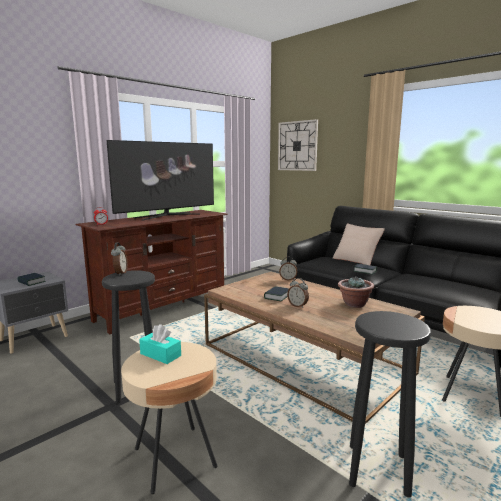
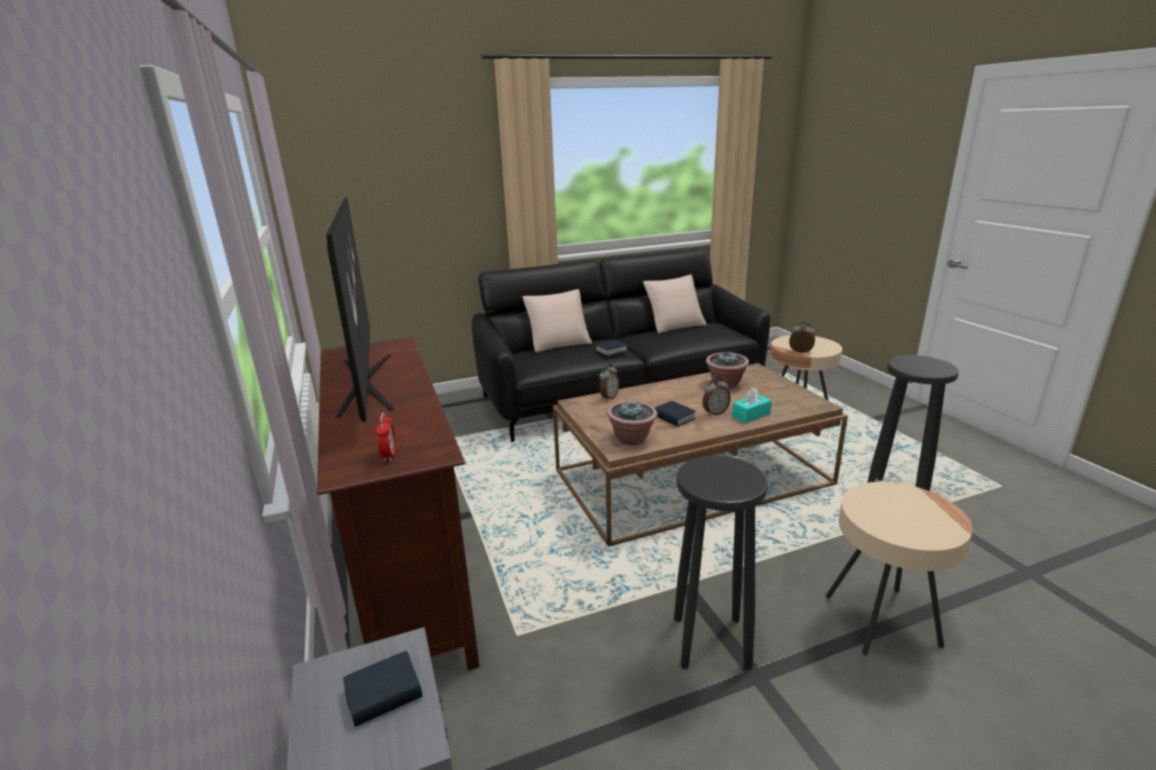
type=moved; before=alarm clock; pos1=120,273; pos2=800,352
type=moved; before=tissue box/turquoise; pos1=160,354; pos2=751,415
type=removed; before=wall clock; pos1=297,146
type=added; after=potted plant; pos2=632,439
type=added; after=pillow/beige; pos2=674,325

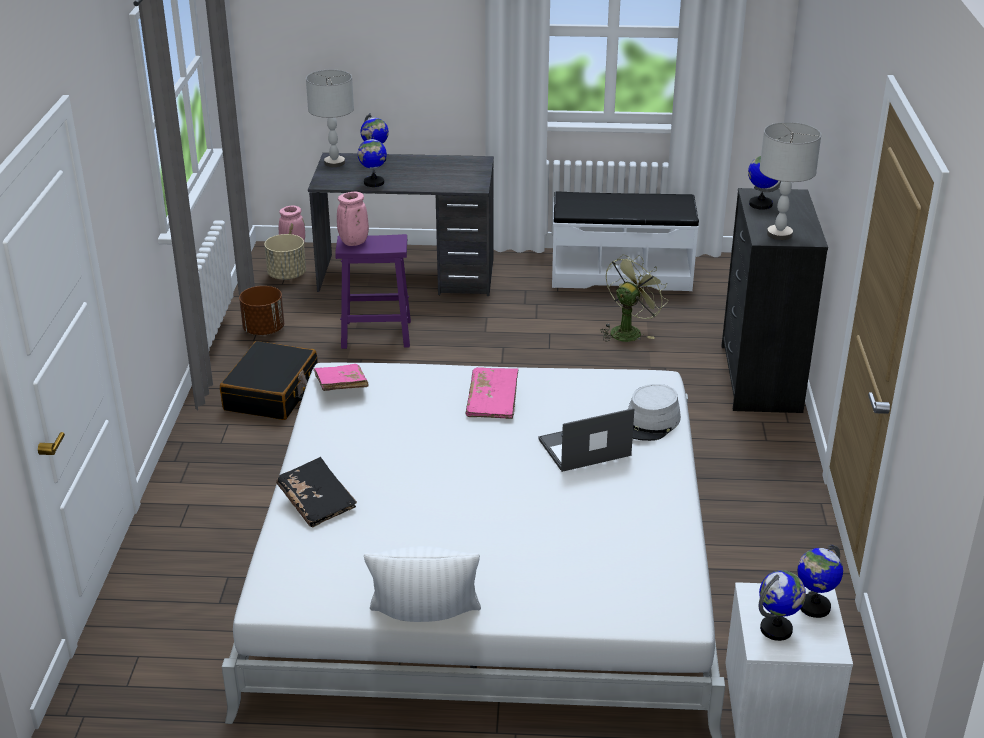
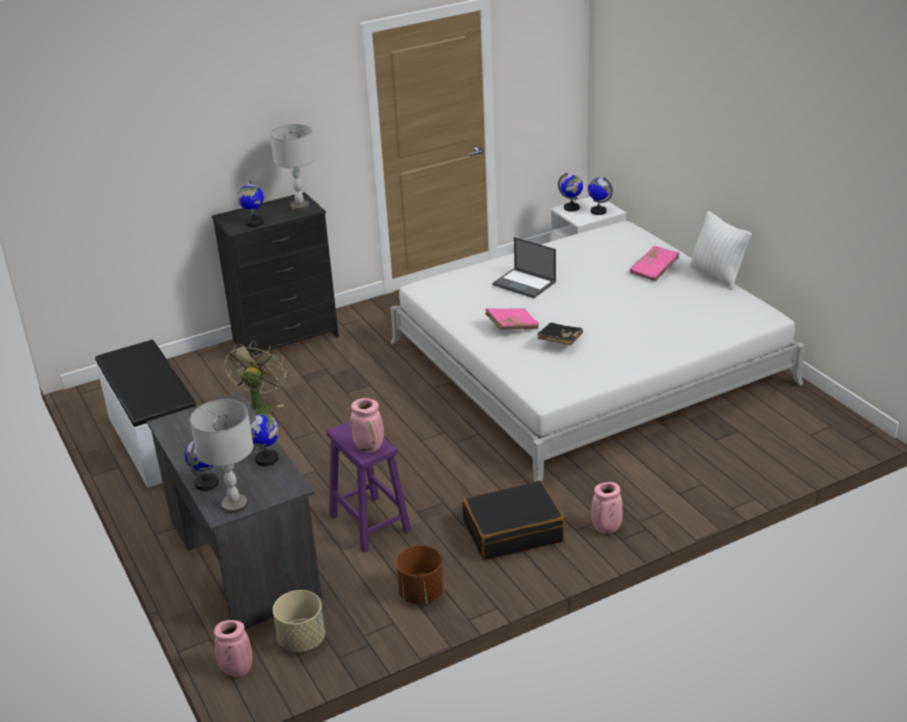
type=moved; before=book/black; pos1=317,502; pos2=560,341
type=moved; before=book/pink; pos1=341,387; pos2=654,270
type=turned; before=fan/green; pos1=628,331; pos2=258,406; turn=90
type=removed; before=hat/grey; pos1=649,422
type=added; after=vase/pink; pos2=606,529

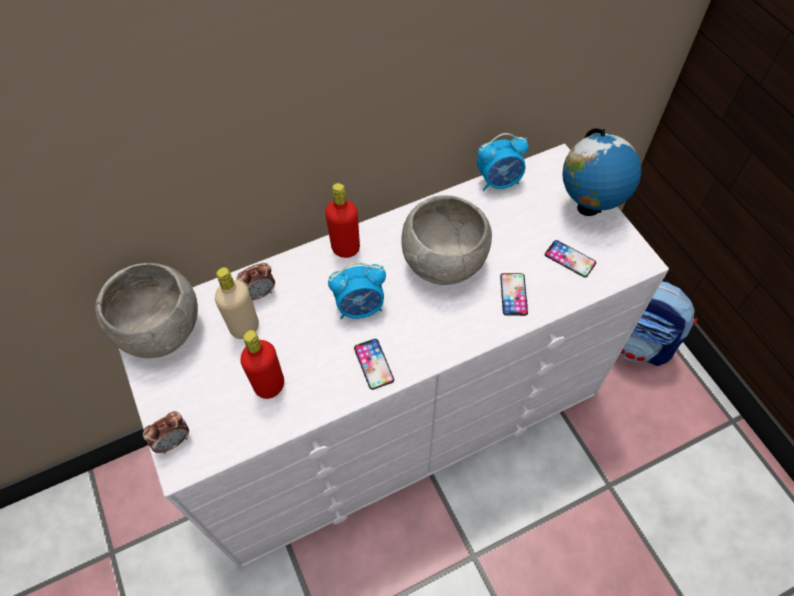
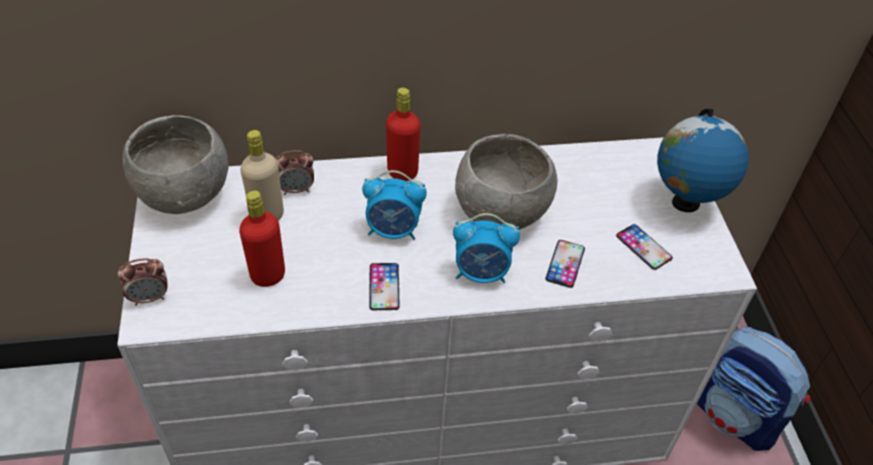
type=moved; before=alarm clock; pos1=499,181; pos2=482,273

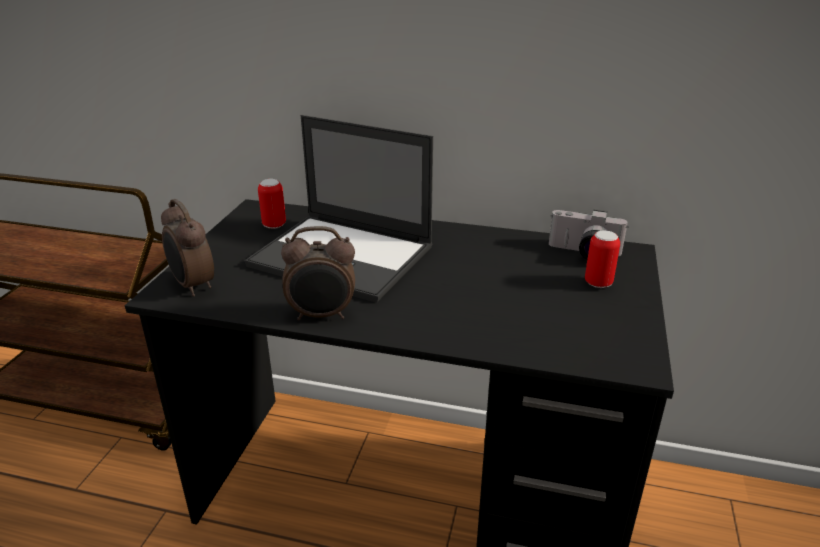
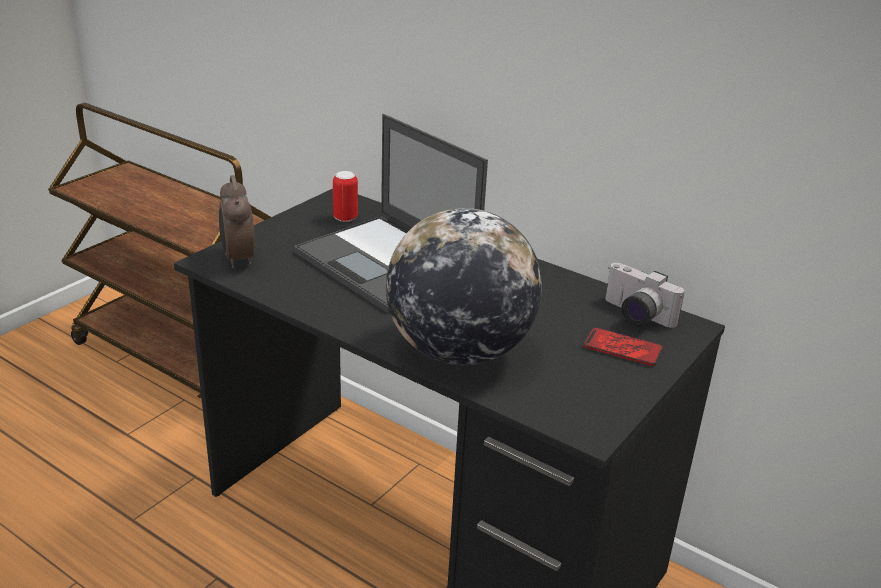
type=removed; before=alarm clock; pos1=322,315
type=replaced; before=can; after=phone; pos1=598,283; pos2=622,348
type=added; after=globe; pos2=459,351

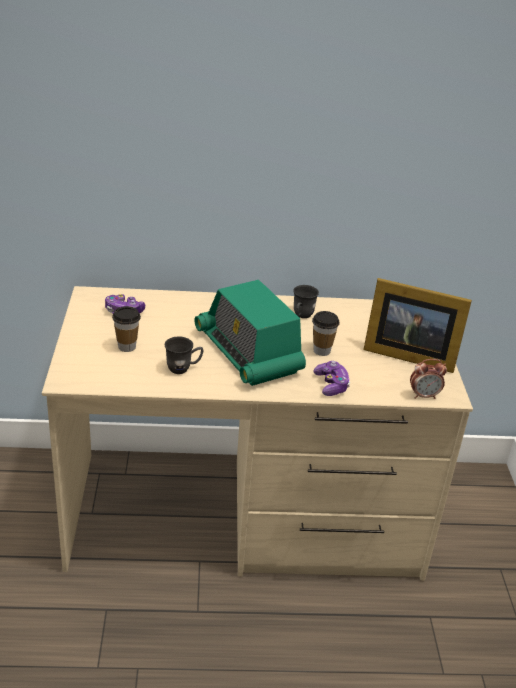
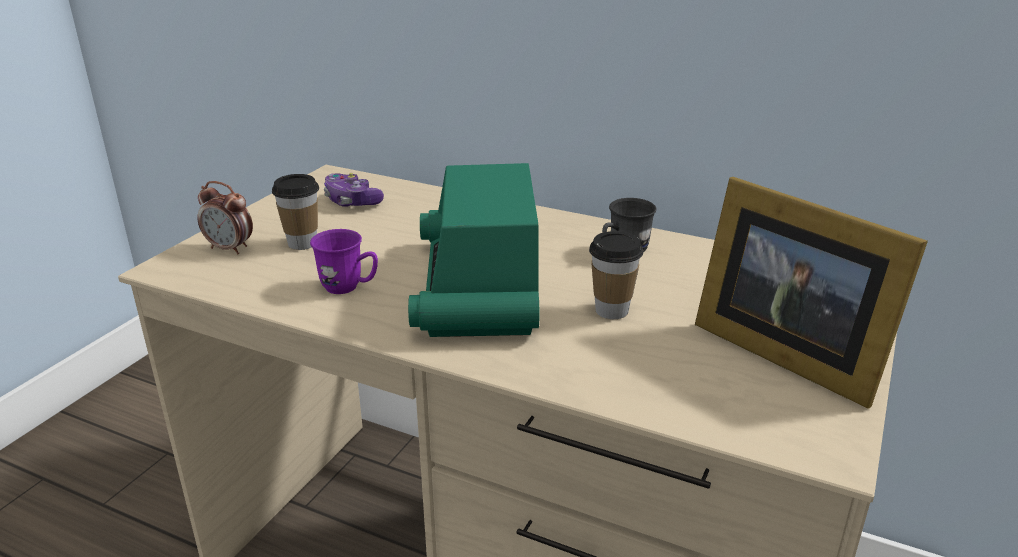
type=recoloured; before=mug/grey; after=mug/purple; pos1=183,368; pos2=349,287
type=removed; before=game controller; pos1=331,385
type=moved; before=alarm clock; pos1=424,396; pos2=230,248

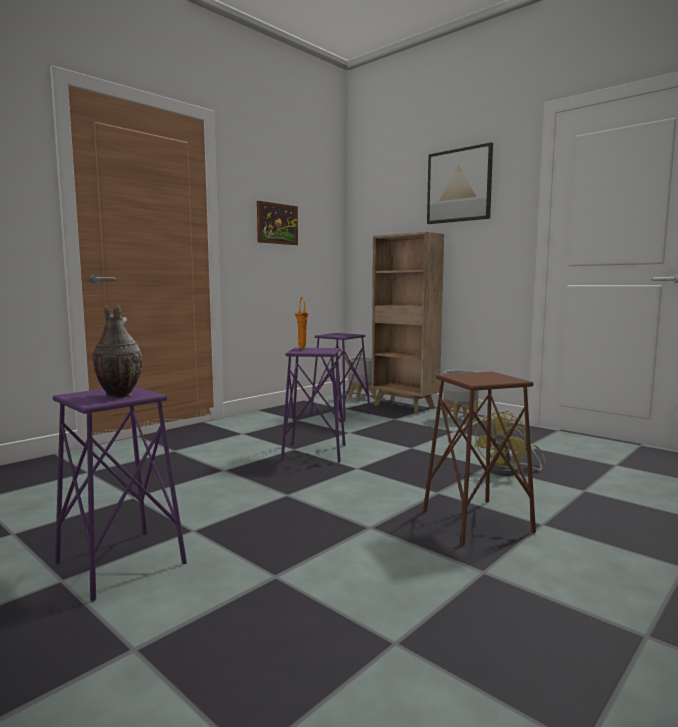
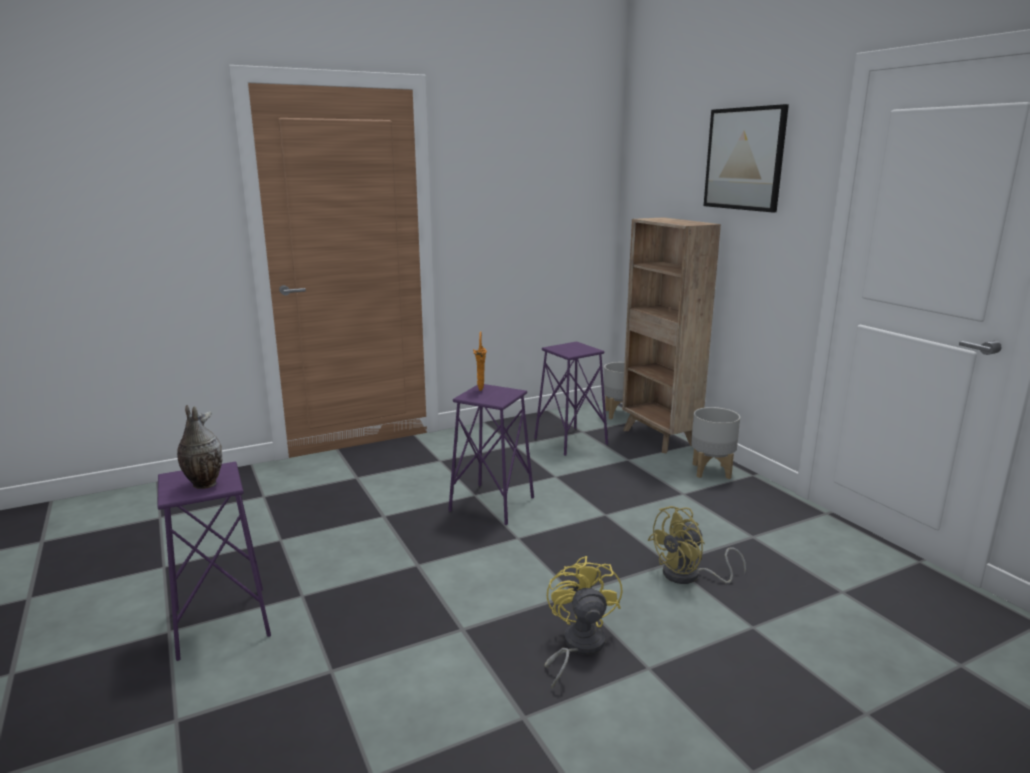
type=removed; before=picture; pos1=277,223
type=replaced; before=stool/brown; after=fan/yellow; pos1=476,521; pos2=578,646

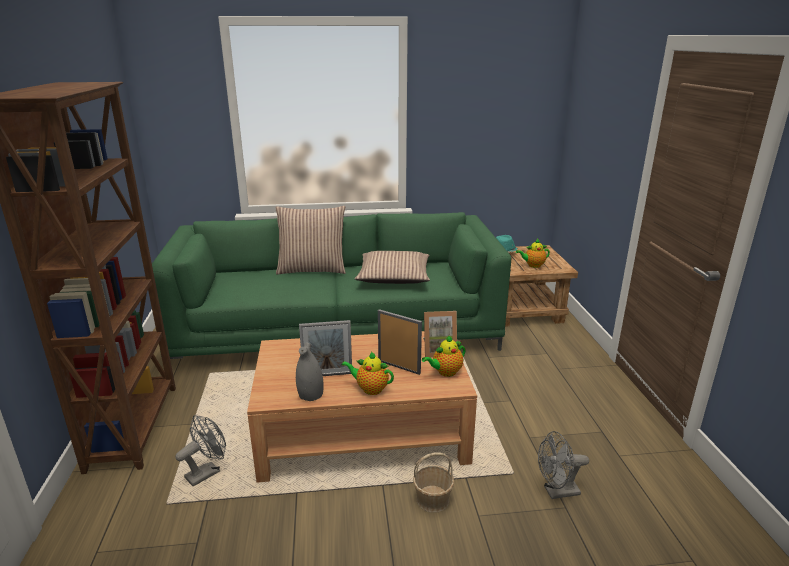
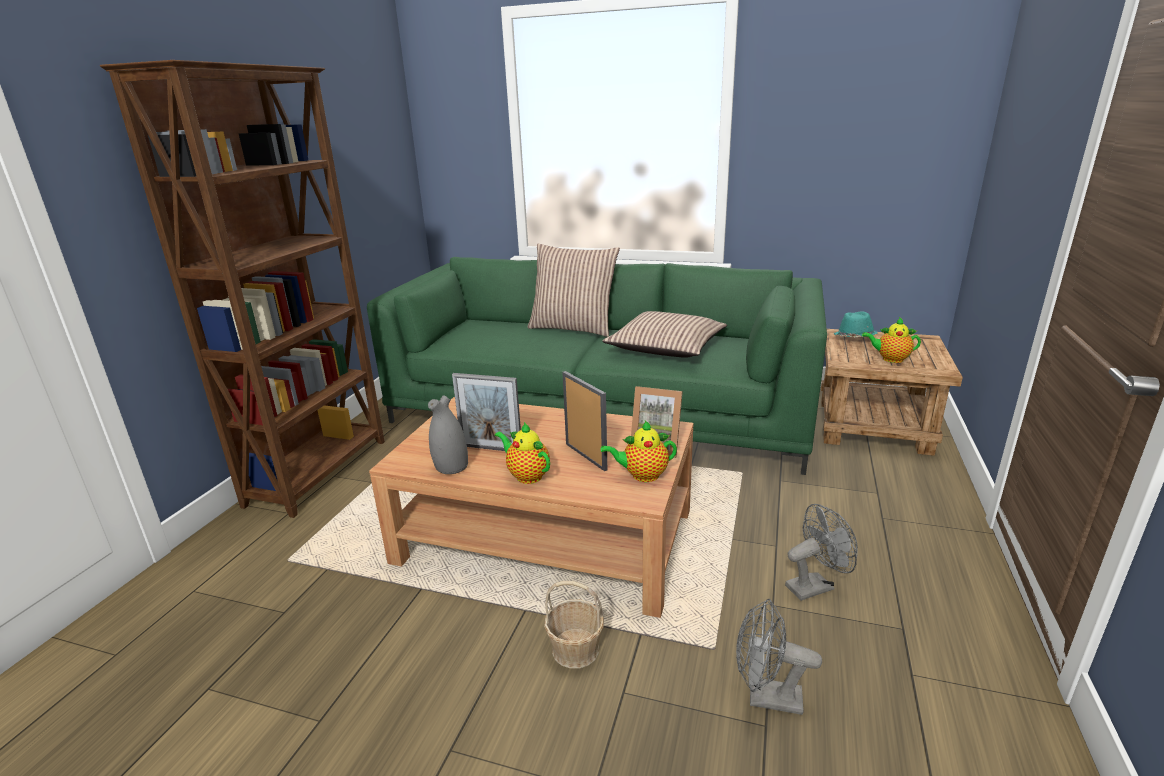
type=moved; before=fan/grey; pos1=207,472; pos2=815,585

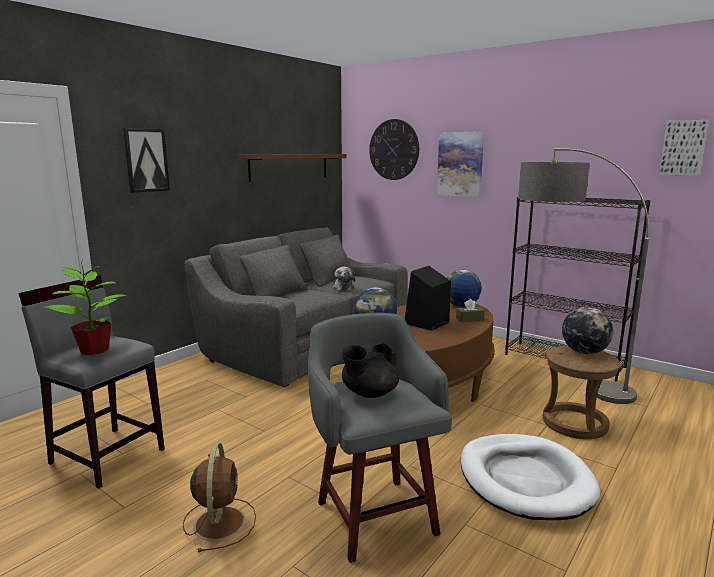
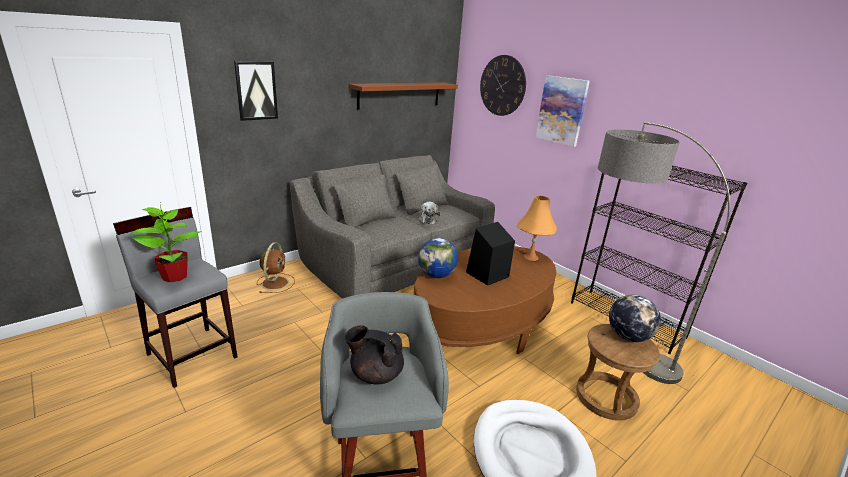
type=moved; before=fan/brown; pos1=220,521; pos2=275,282
type=turned; before=teapot/black; pos1=369,393; pos2=375,374; turn=45
type=replaced; before=globe; after=table lamp/orange; pos1=461,306; pos2=530,257
type=removed; before=tissue box/brown; pos1=469,319
type=removed; before=picture; pos1=683,148

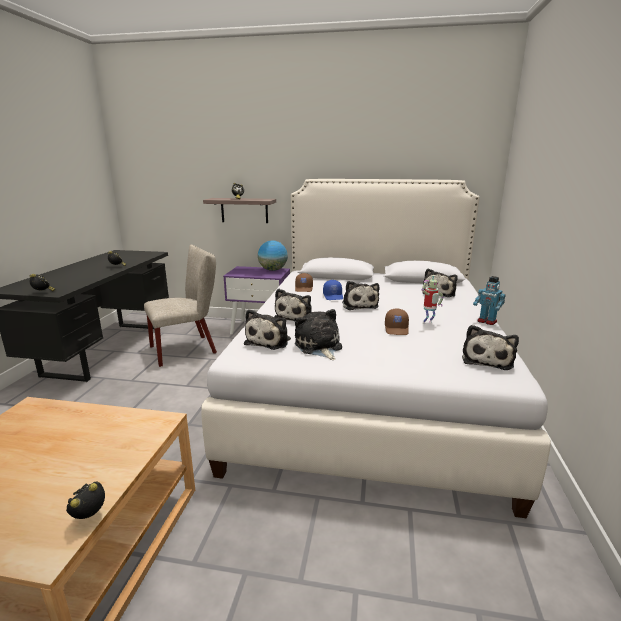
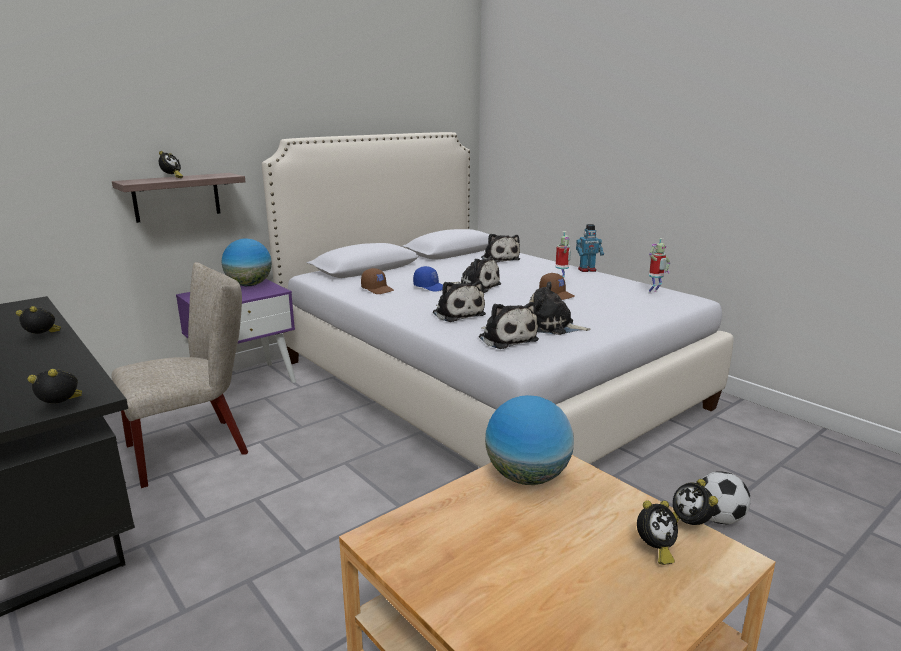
type=turned; before=chair/beige; pos1=187,349; pos2=195,447; turn=45
type=replaced; before=plush toy; after=toy robot; pos1=487,359; pos2=654,293
type=added; after=globe; pos2=527,477
type=added; after=alarm clock; pos2=654,550
type=added; after=football; pos2=718,518

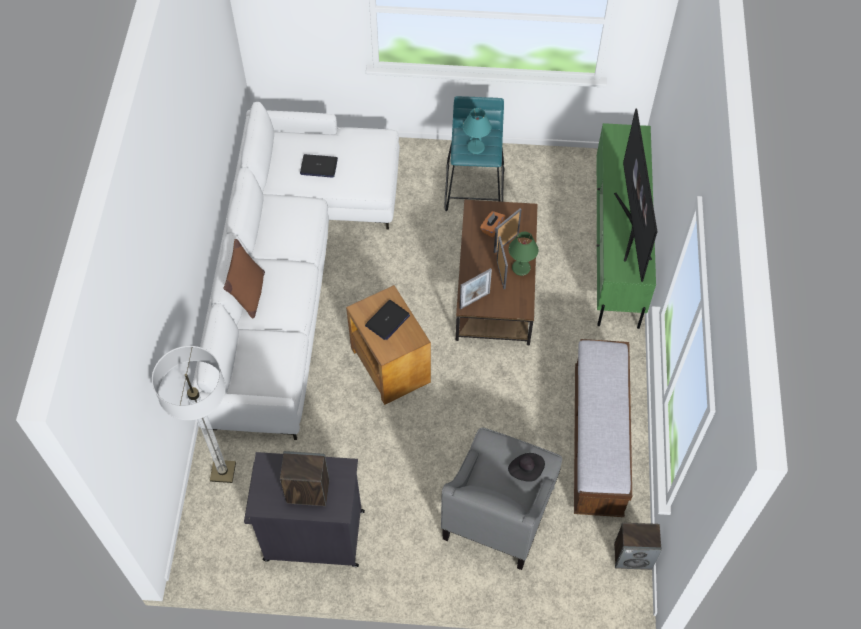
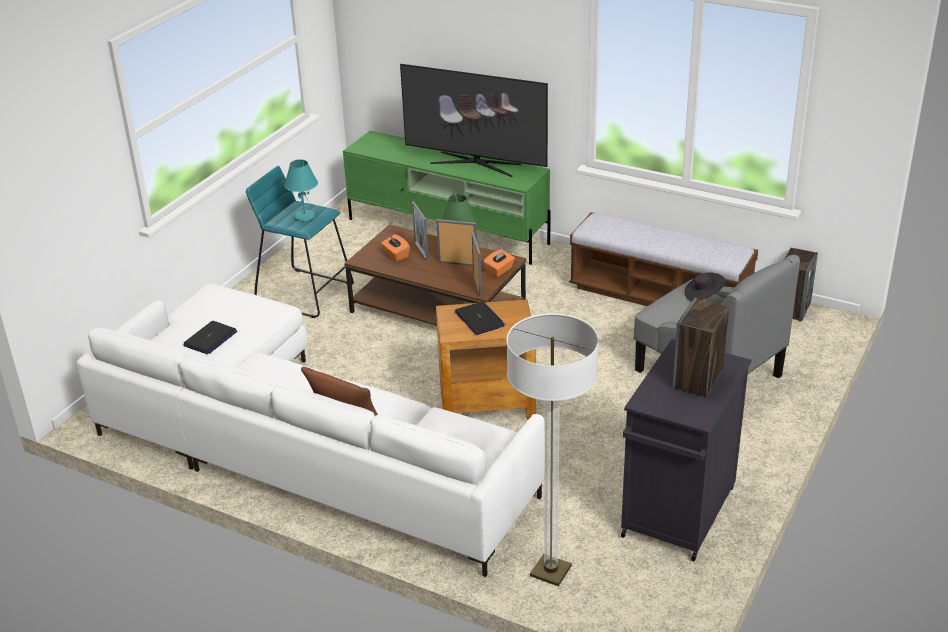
type=added; after=tissue box/orange; pos2=499,270

